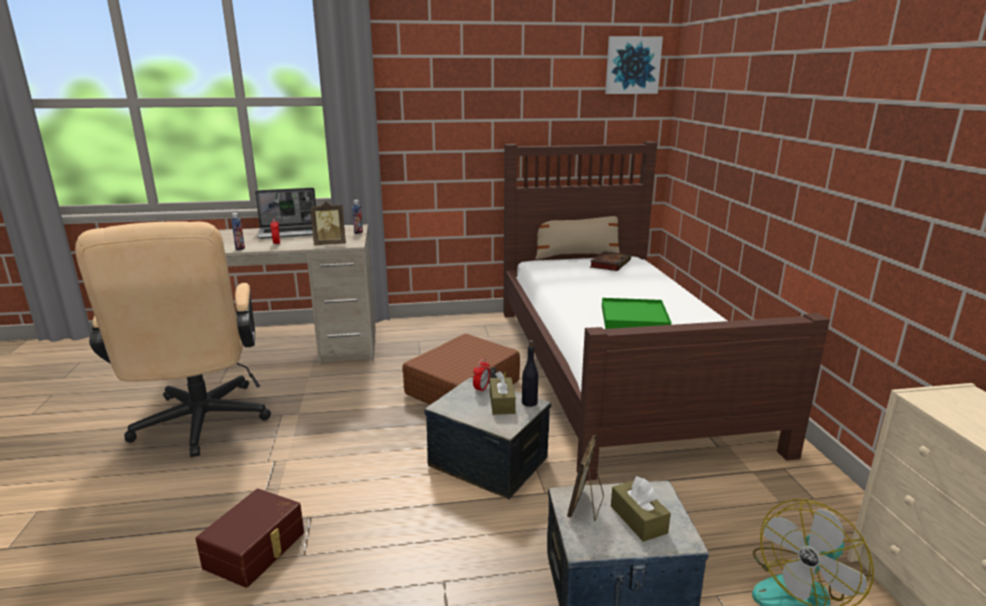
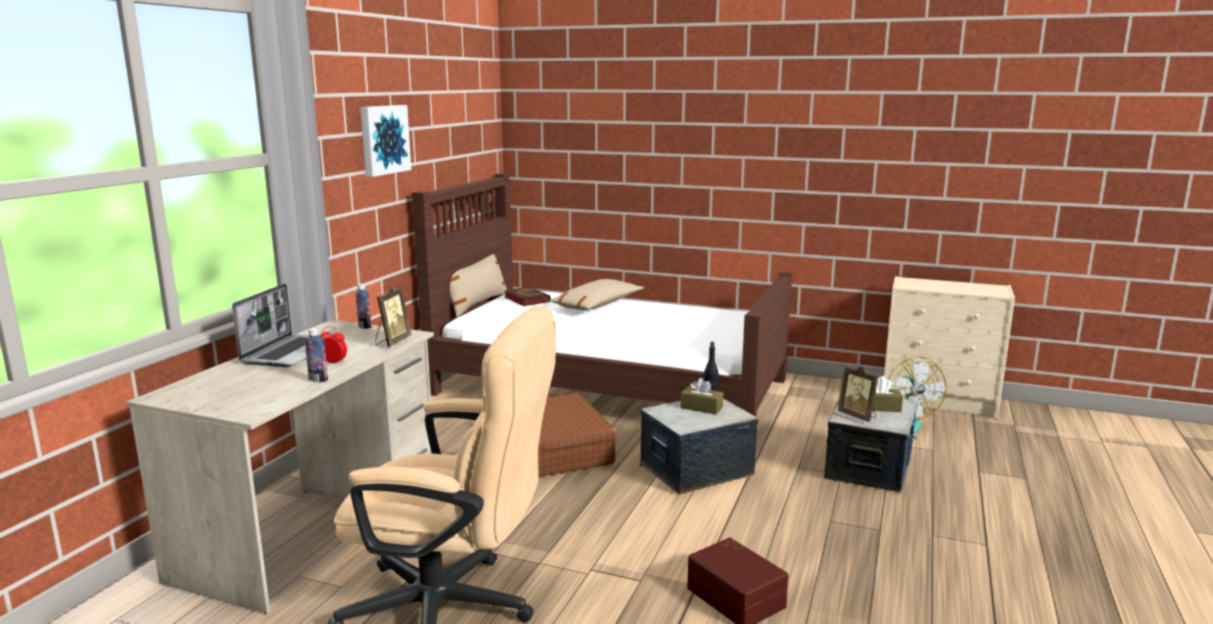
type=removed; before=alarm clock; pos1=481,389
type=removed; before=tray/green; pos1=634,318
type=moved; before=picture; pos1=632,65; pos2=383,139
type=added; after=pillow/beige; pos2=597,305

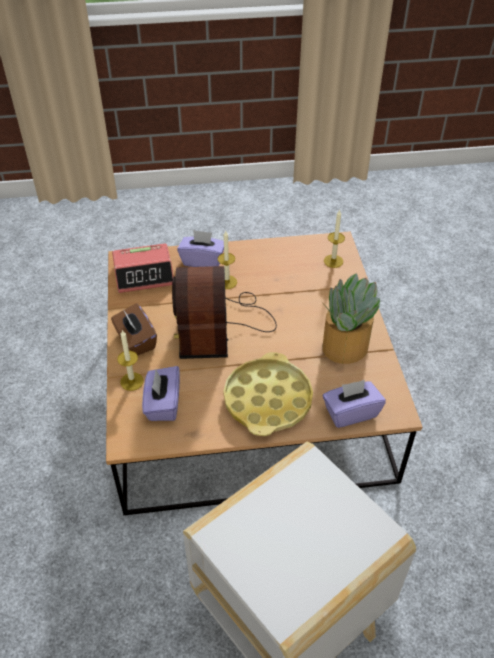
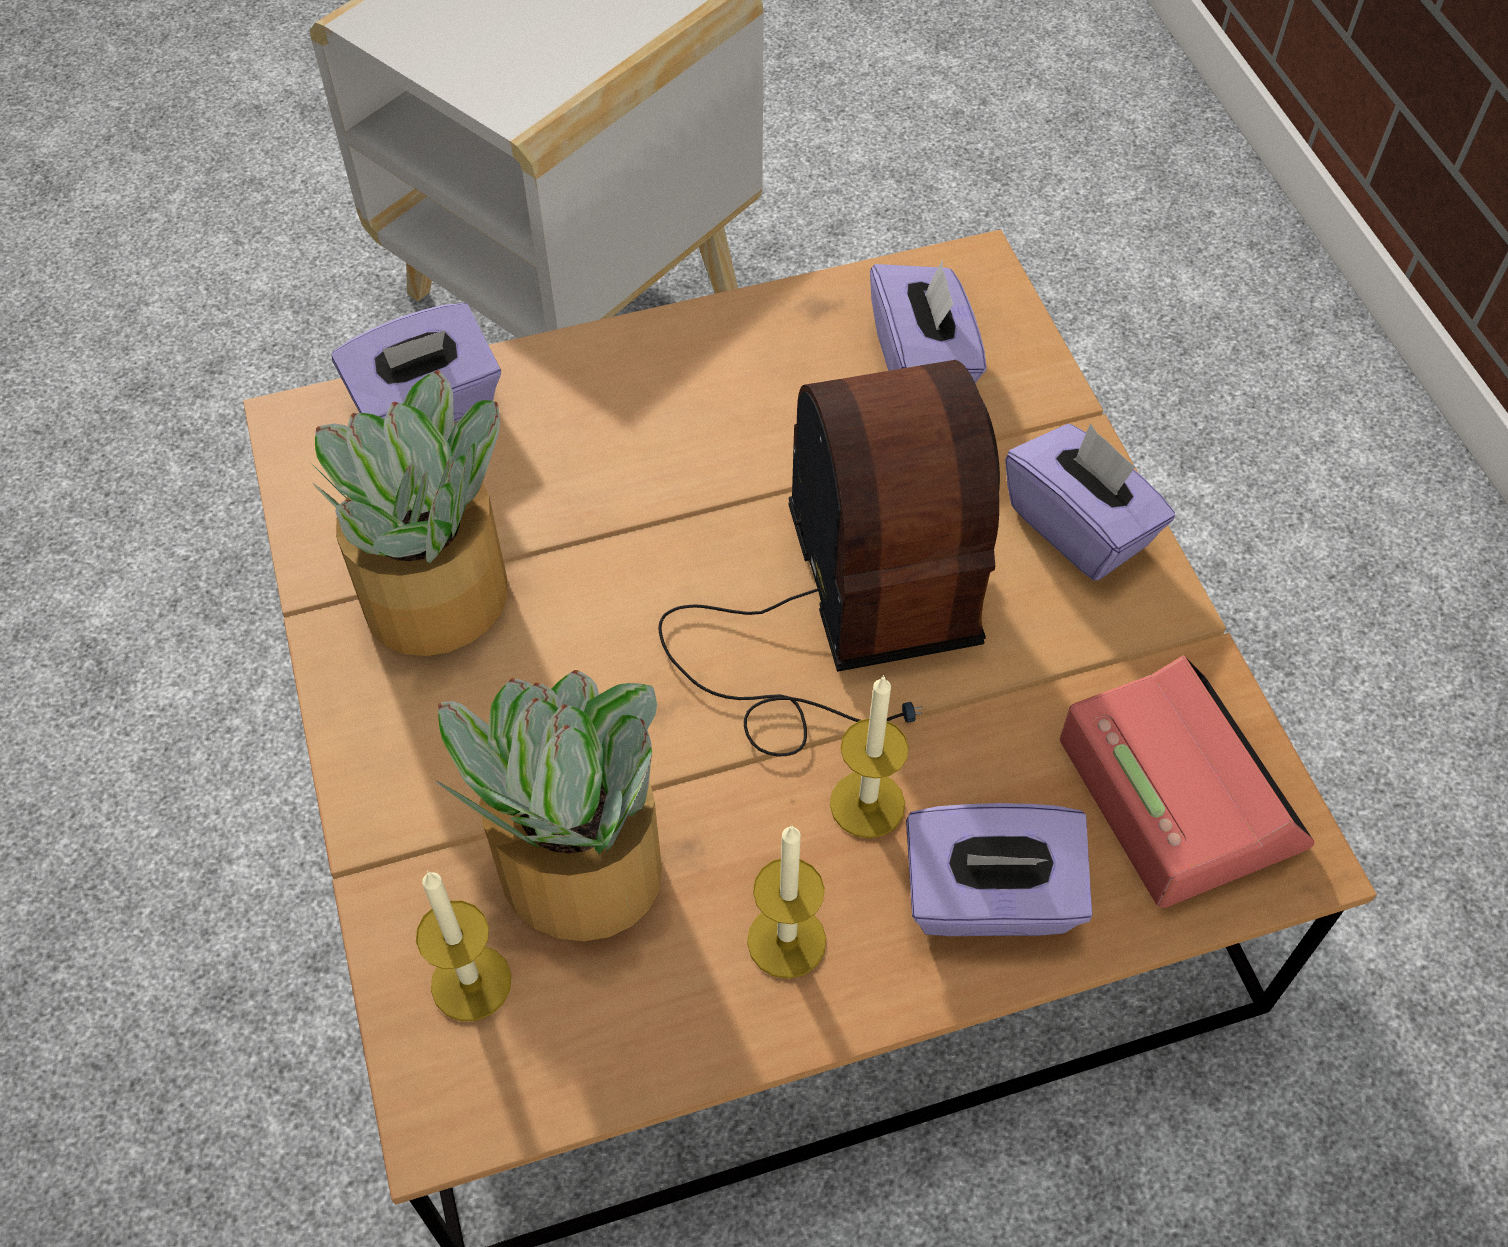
type=recoloured; before=tissue box/brown; after=tissue box/purple; pos1=135,341; pos2=1079,527
type=turned; before=alarm clock; pos1=144,274; pos2=1179,792; turn=90
type=moved; before=candle; pos1=132,381; pos2=786,940
type=removed; before=tray/yellow; pos1=268,400
type=added; after=potted plant; pos2=577,869

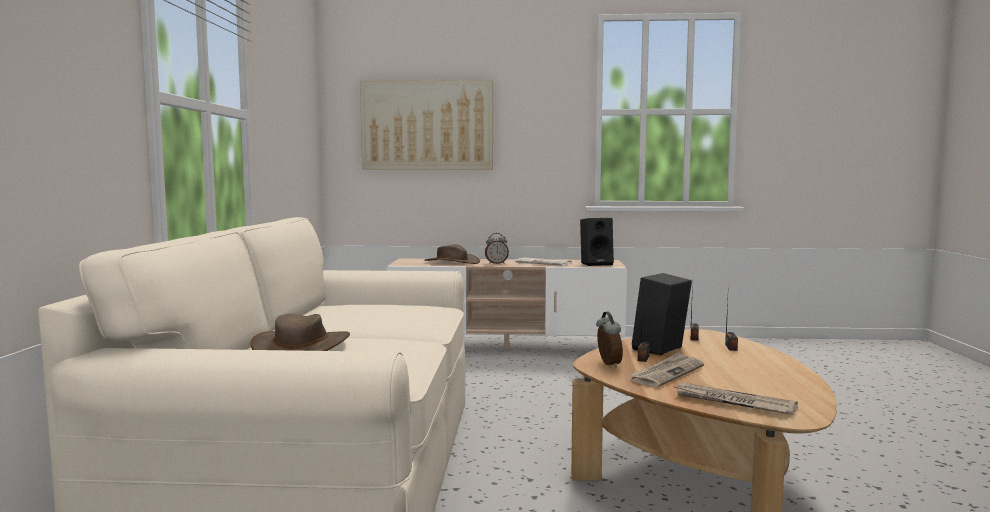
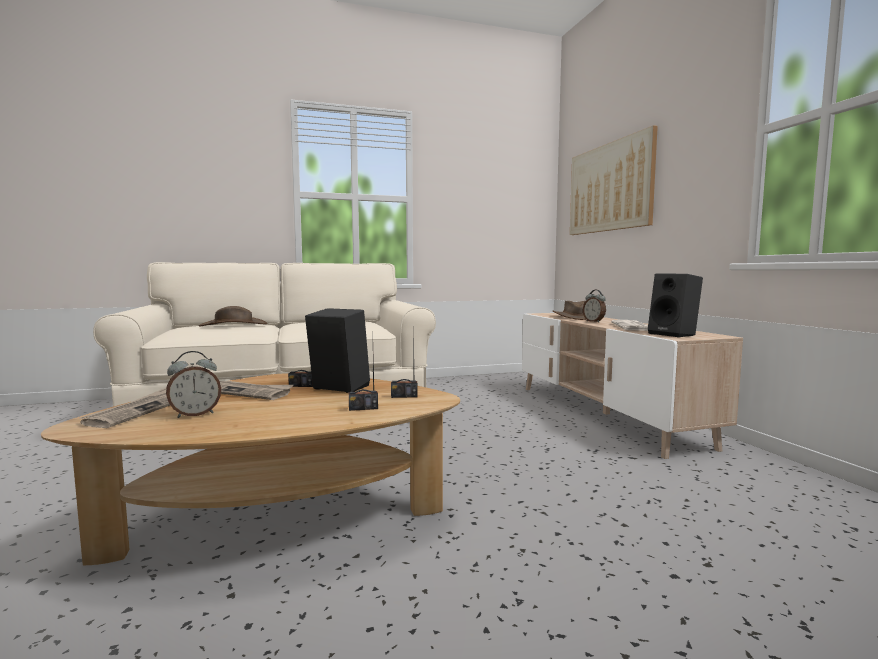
type=moved; before=alarm clock; pos1=607,364; pos2=195,414

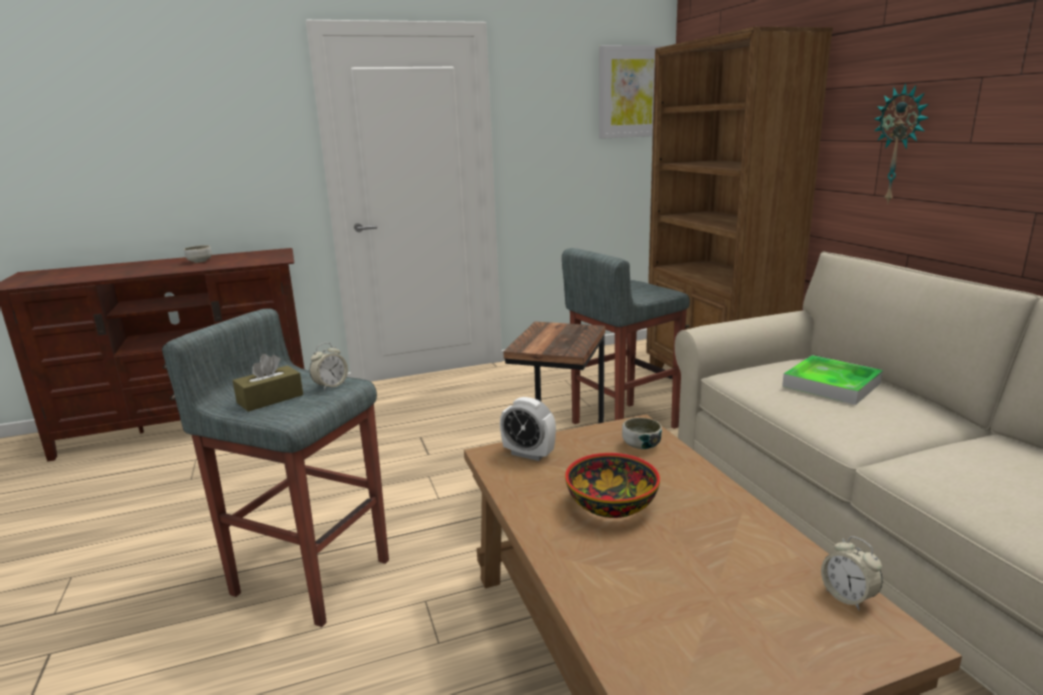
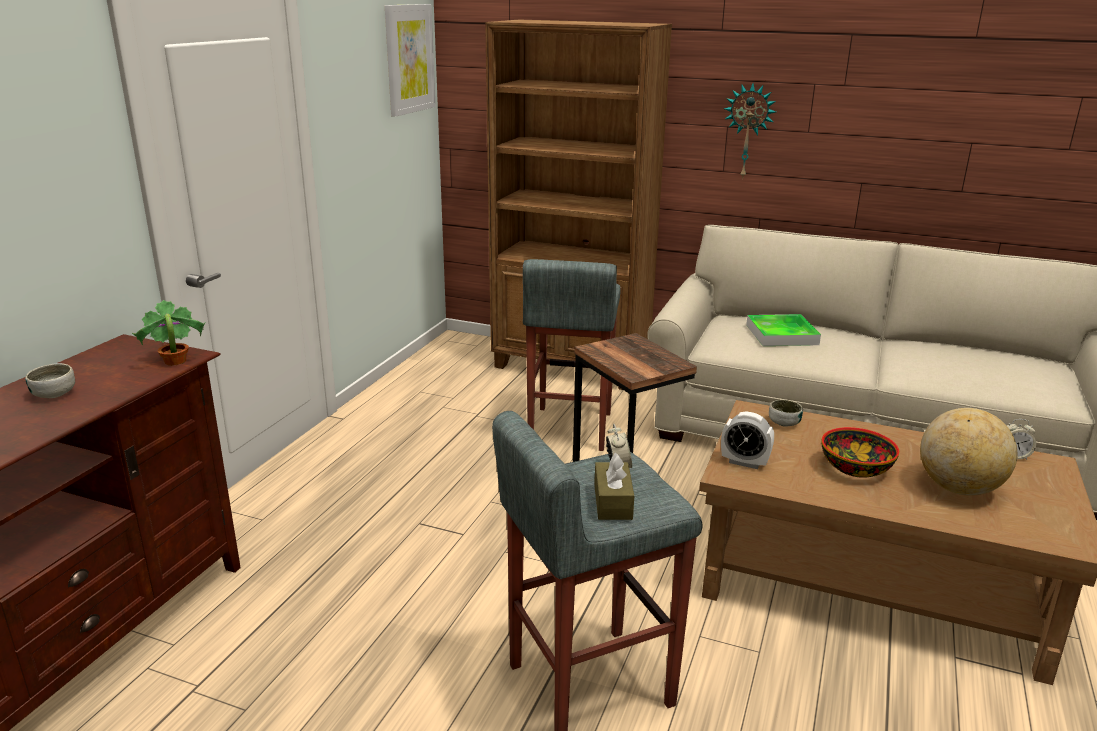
type=turned; before=alarm clock; pos1=528,454; pos2=744,462; turn=45
type=added; after=potted plant; pos2=174,361
type=added; after=globe; pos2=959,488

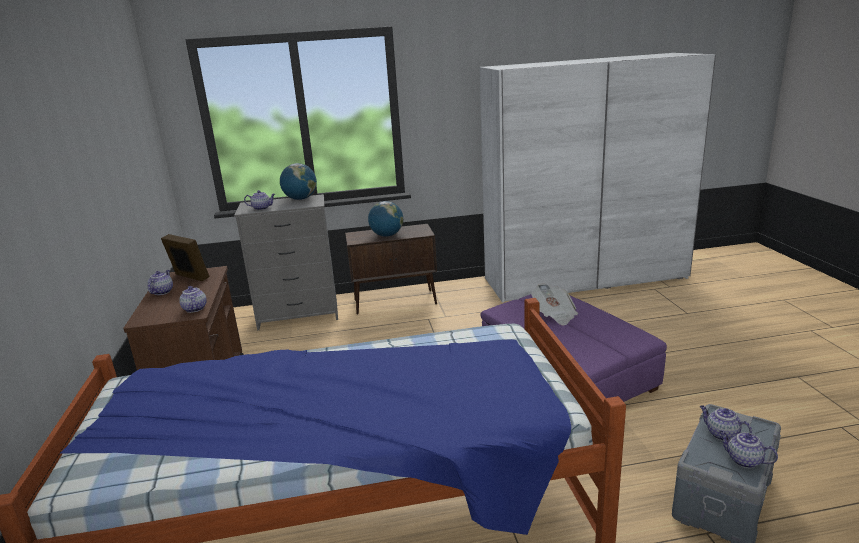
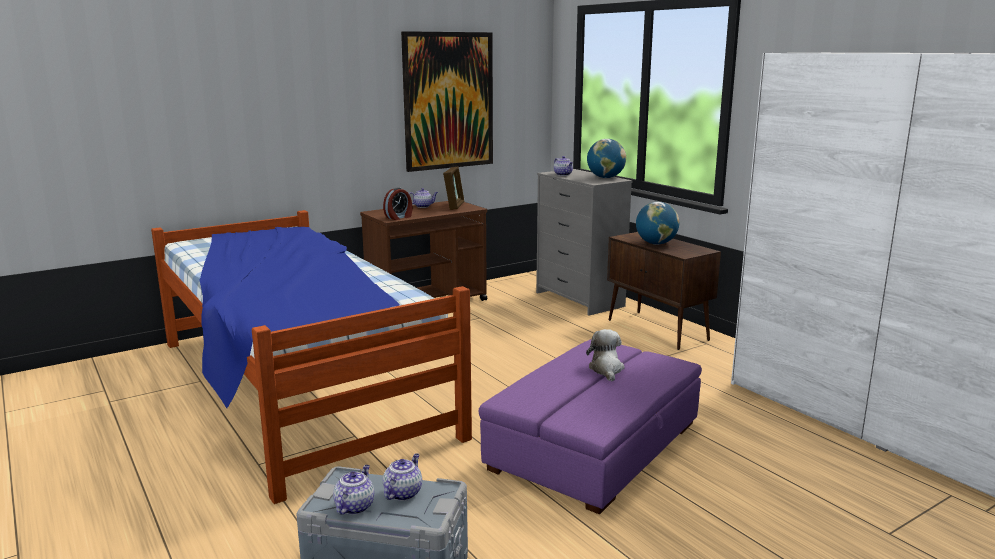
type=replaced; before=teapot; after=alarm clock; pos1=194,309; pos2=399,217
type=replaced; before=newspaper; after=plush toy; pos1=554,315; pos2=606,369
type=added; after=picture; pos2=448,101

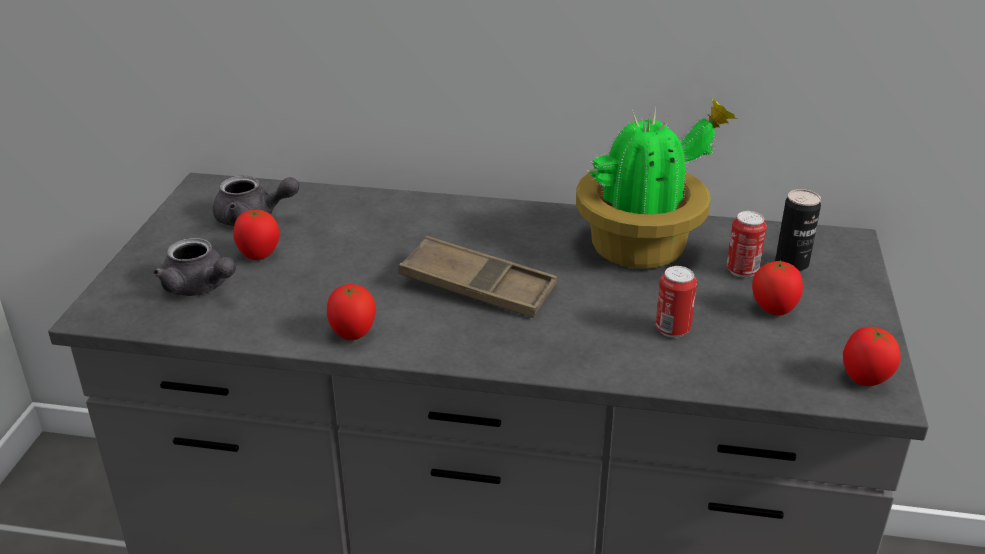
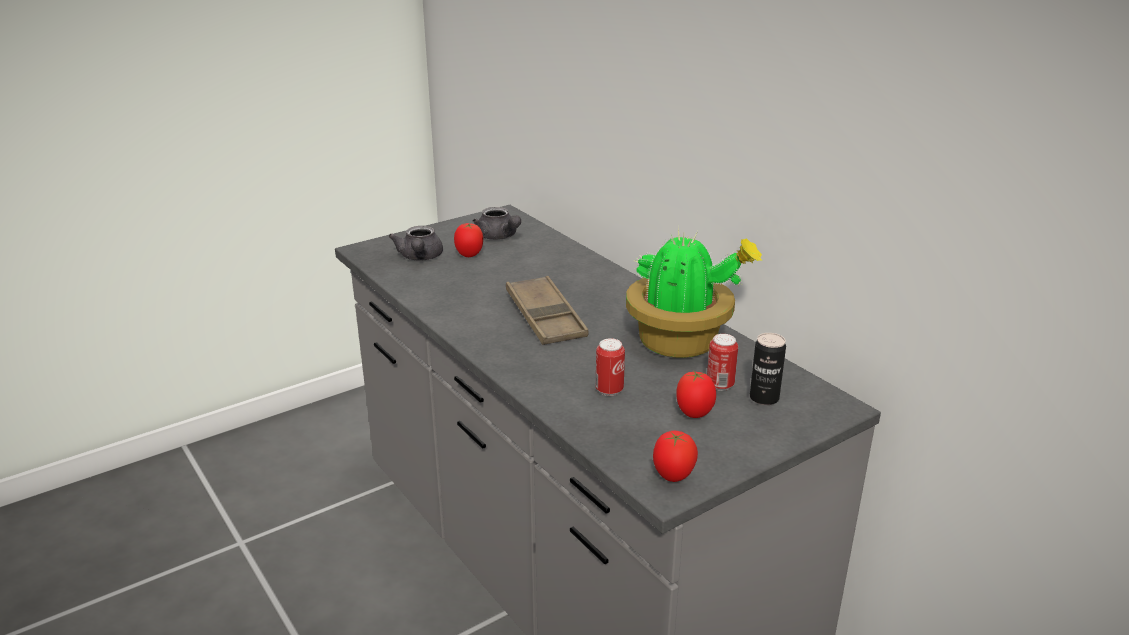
type=removed; before=tomato; pos1=353,335

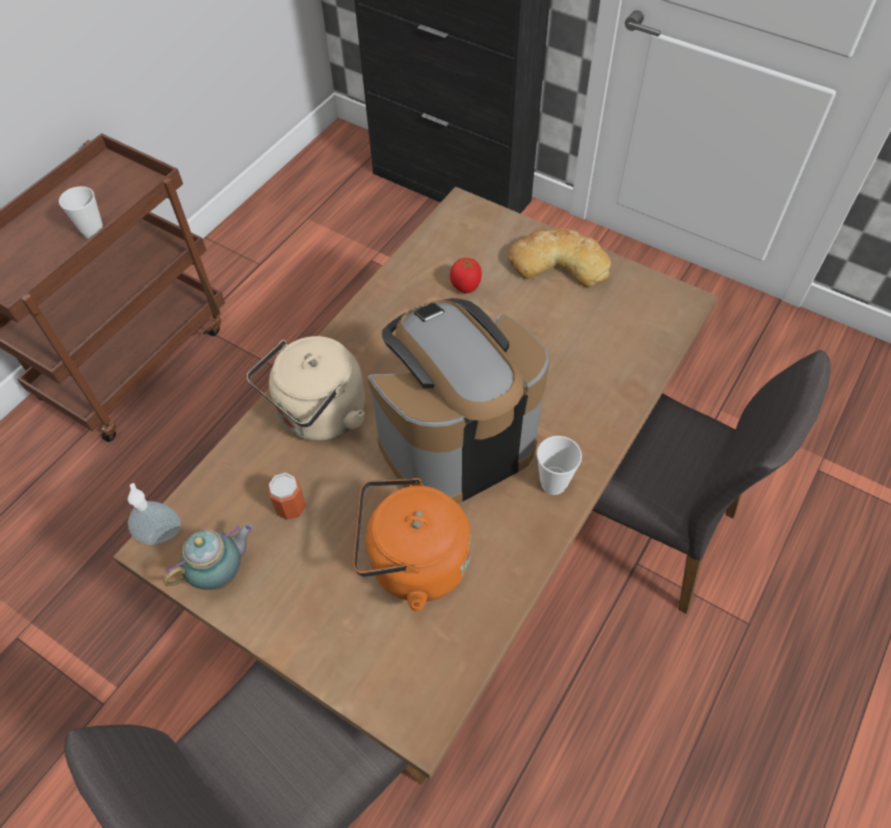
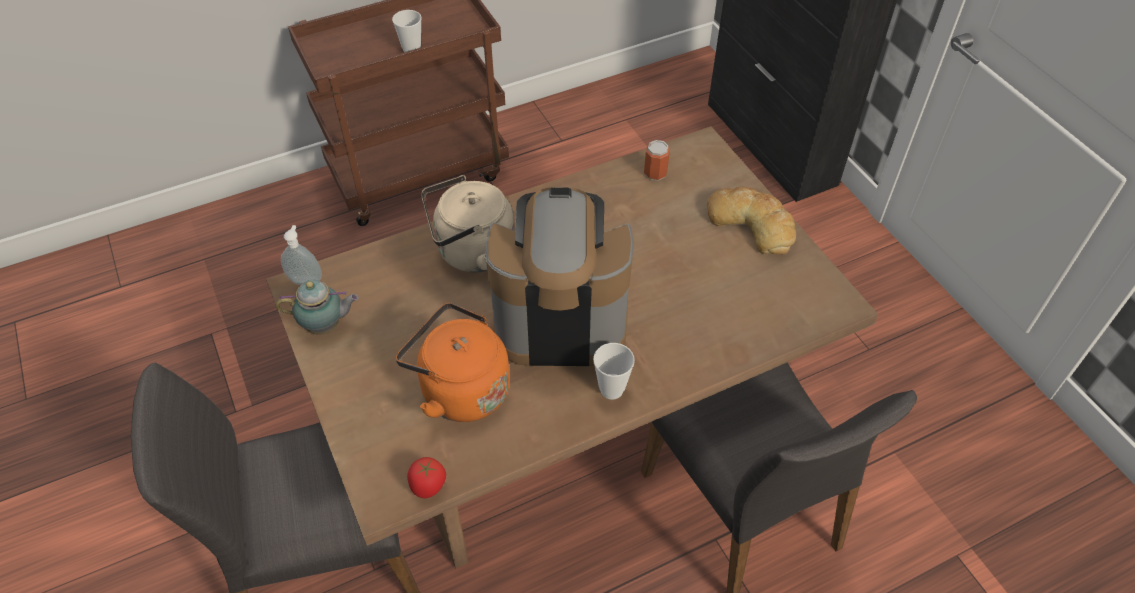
type=moved; before=can; pos1=291,507; pos2=655,173
type=moved; before=tomato; pos1=466,286; pos2=428,486

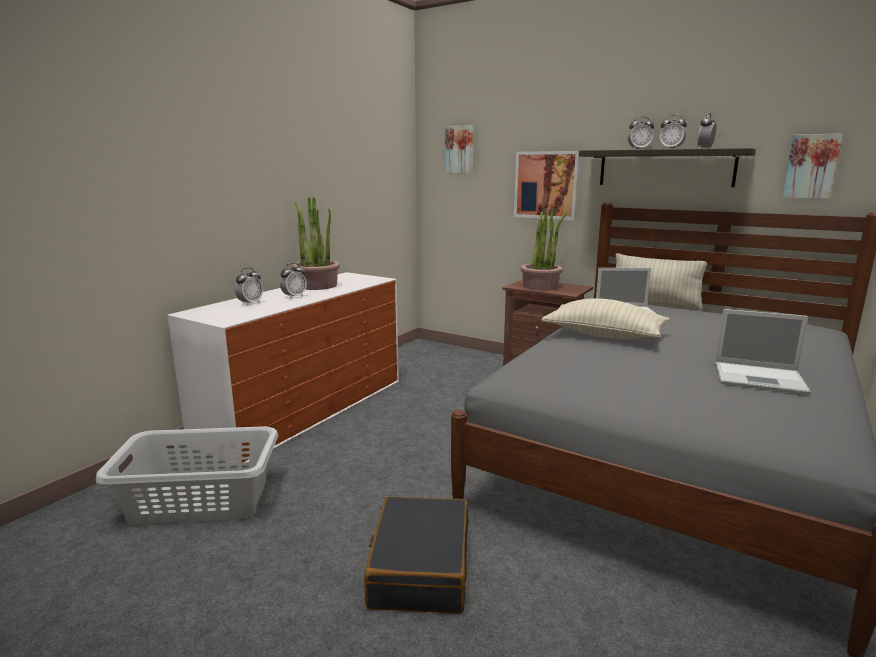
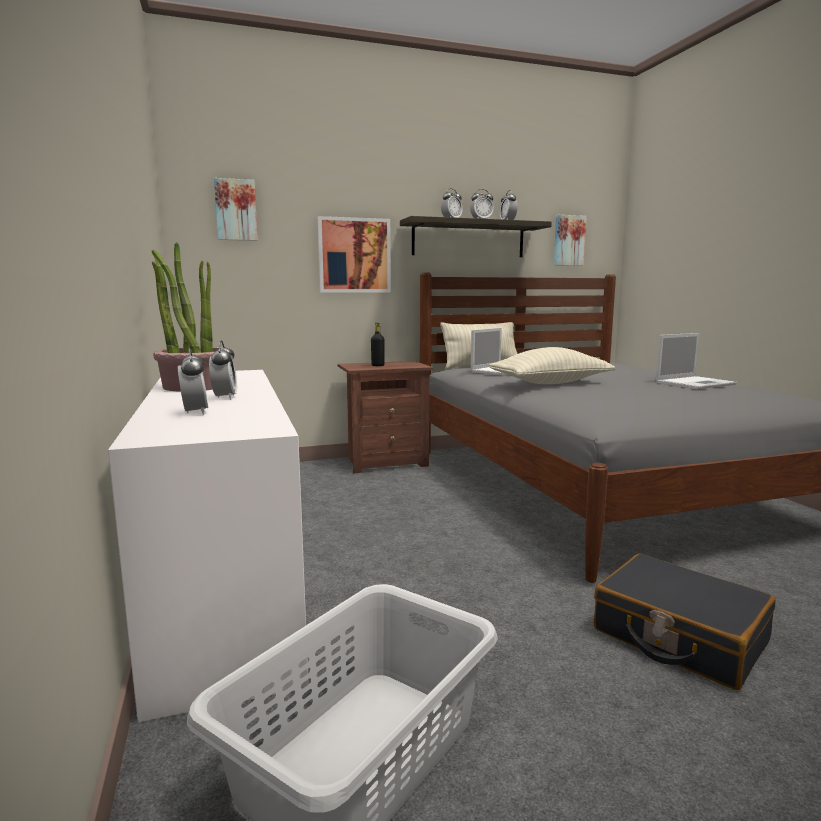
type=replaced; before=potted plant; after=bottle/black; pos1=540,286; pos2=378,365

